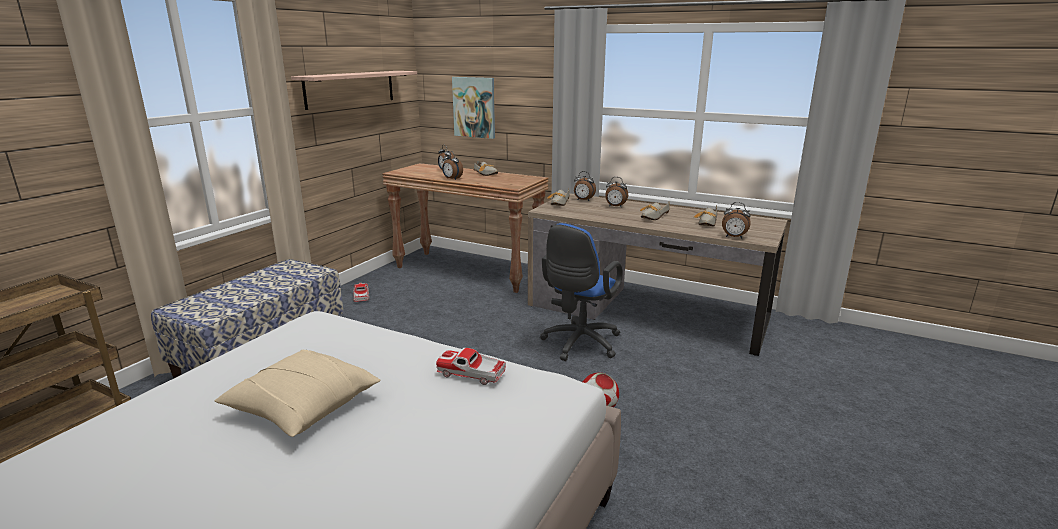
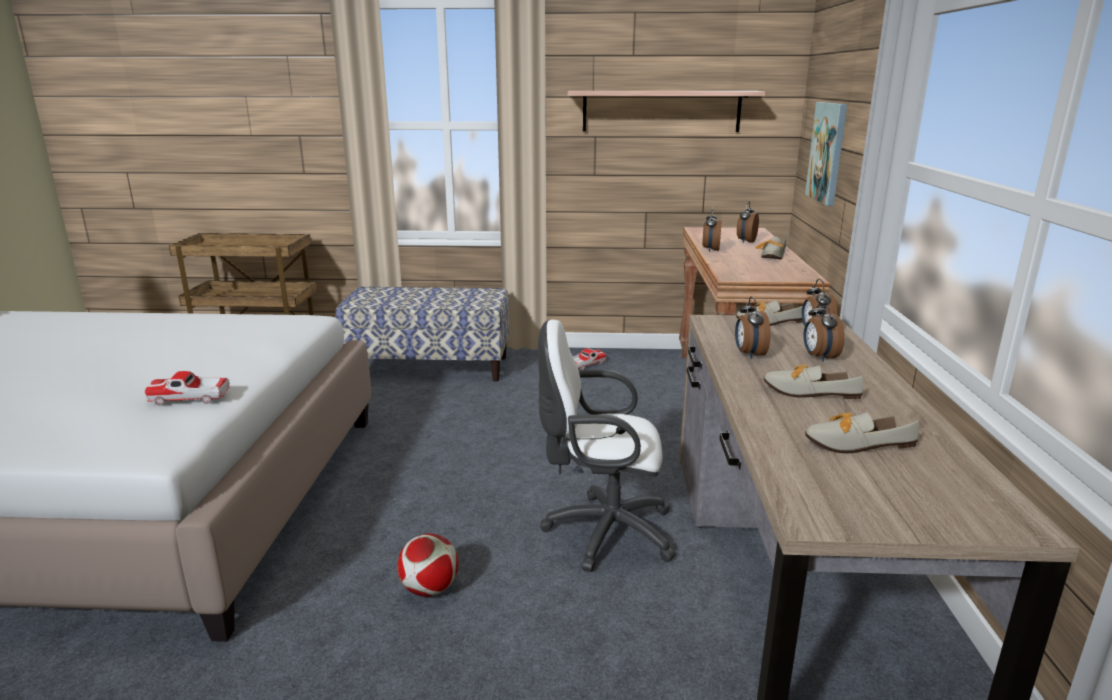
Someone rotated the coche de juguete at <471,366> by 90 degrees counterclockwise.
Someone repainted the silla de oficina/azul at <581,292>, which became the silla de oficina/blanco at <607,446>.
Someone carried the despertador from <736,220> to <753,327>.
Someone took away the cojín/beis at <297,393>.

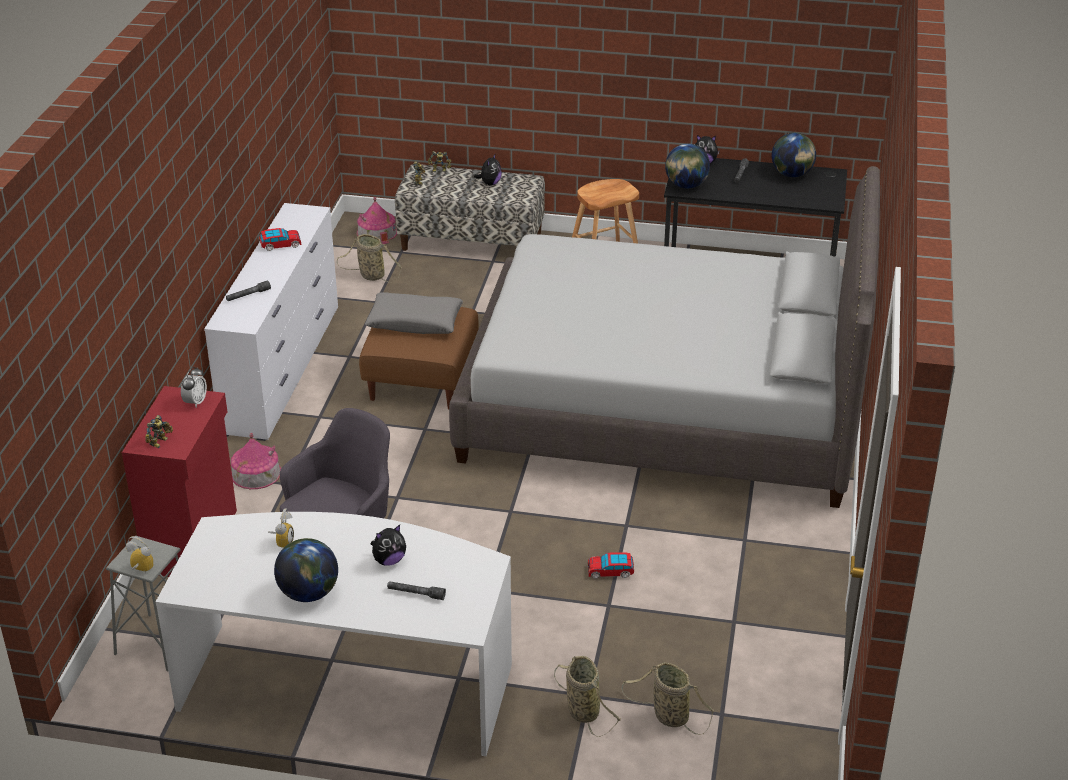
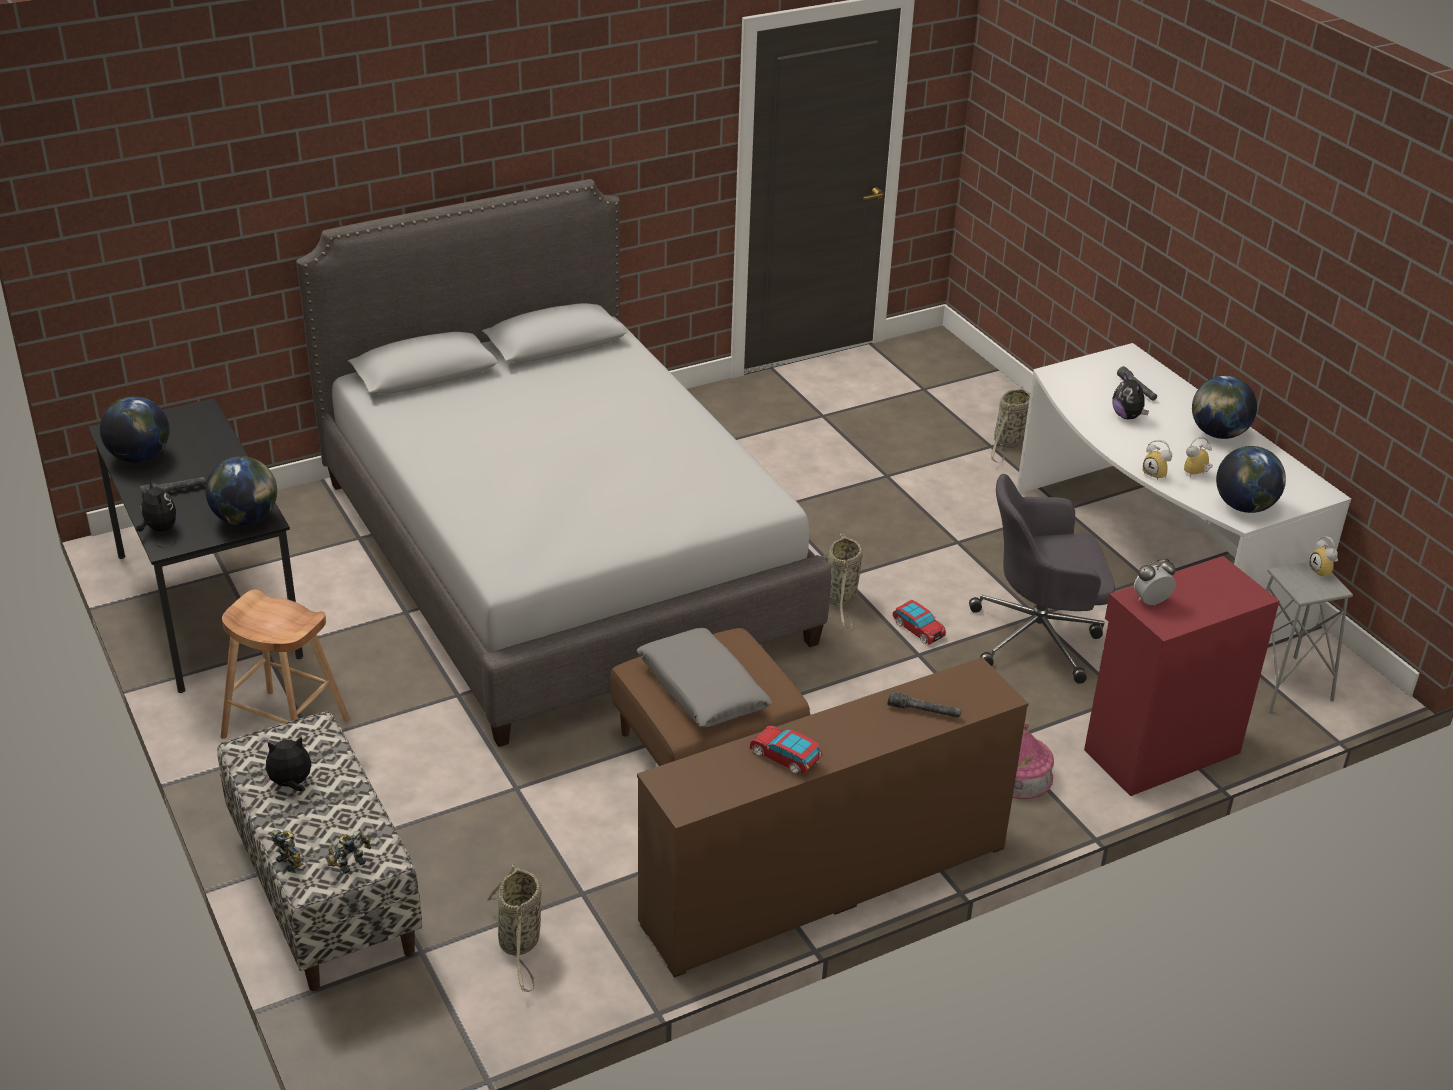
Someone repainted the cómoda/blanco at <271,322>, which became the cómoda/marrón at <833,817>.
Someone carried the cesta from <668,698> to <843,580>.
Someone carried the coche de juguete from <611,565> to <919,622>.
Someone rotated the peluche at <388,545> by 135 degrees counterclockwise.
Someone put down the despertador at <1157,460>.
Someone put down the globo terráqueo at <1251,479>.
Someone took away the robot de juguete at <159,431>.
Someone took away the casita at <377,220>.

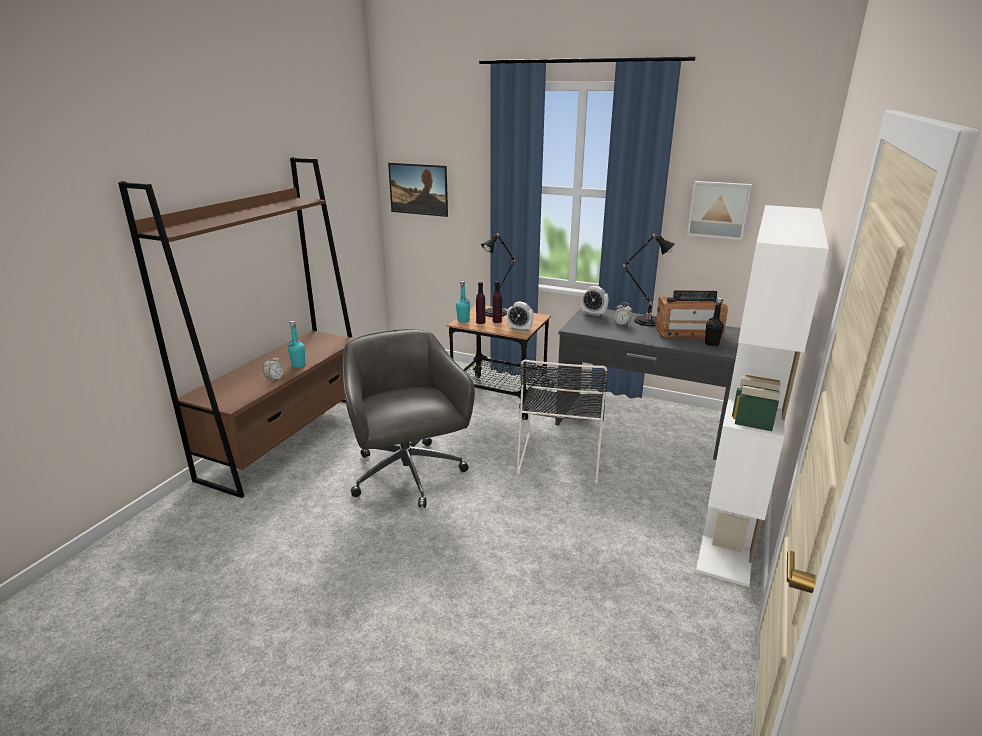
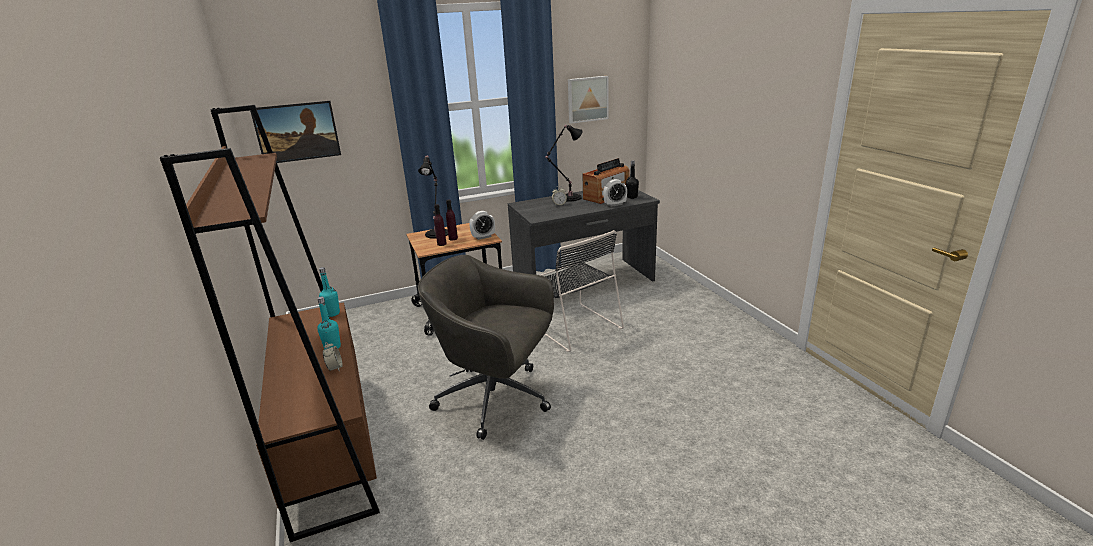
Someone carried the botella/turquesa from <463,302> to <329,292>.
Someone carried the despertador from <594,301> to <615,193>.
Someone took away the estantería/blanco at <762,396>.

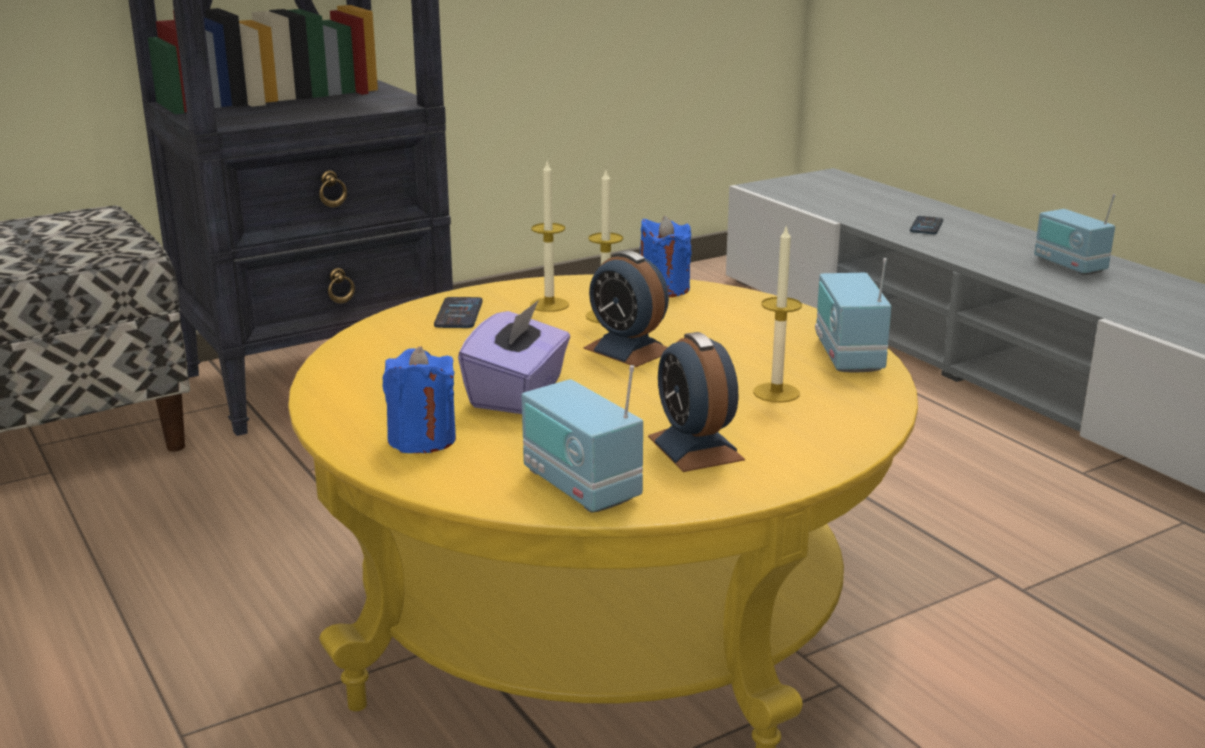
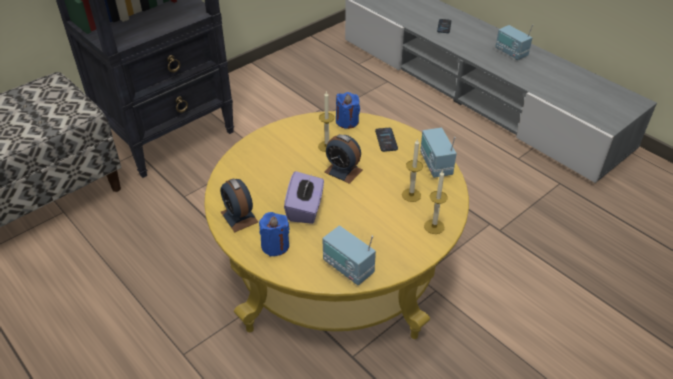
Someone carried the despertador from <696,402> to <239,205>.
Someone carried the móvil from <458,312> to <386,140>.
Someone carried the vela from <549,237> to <436,202>.

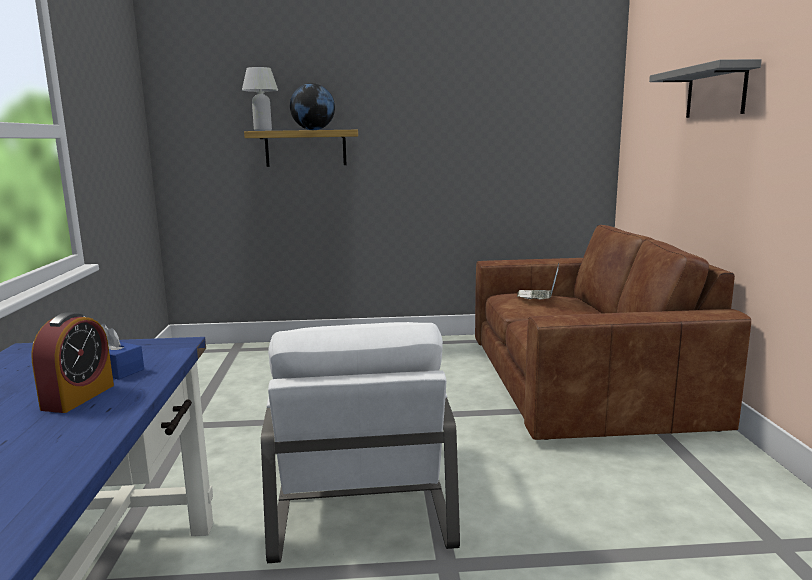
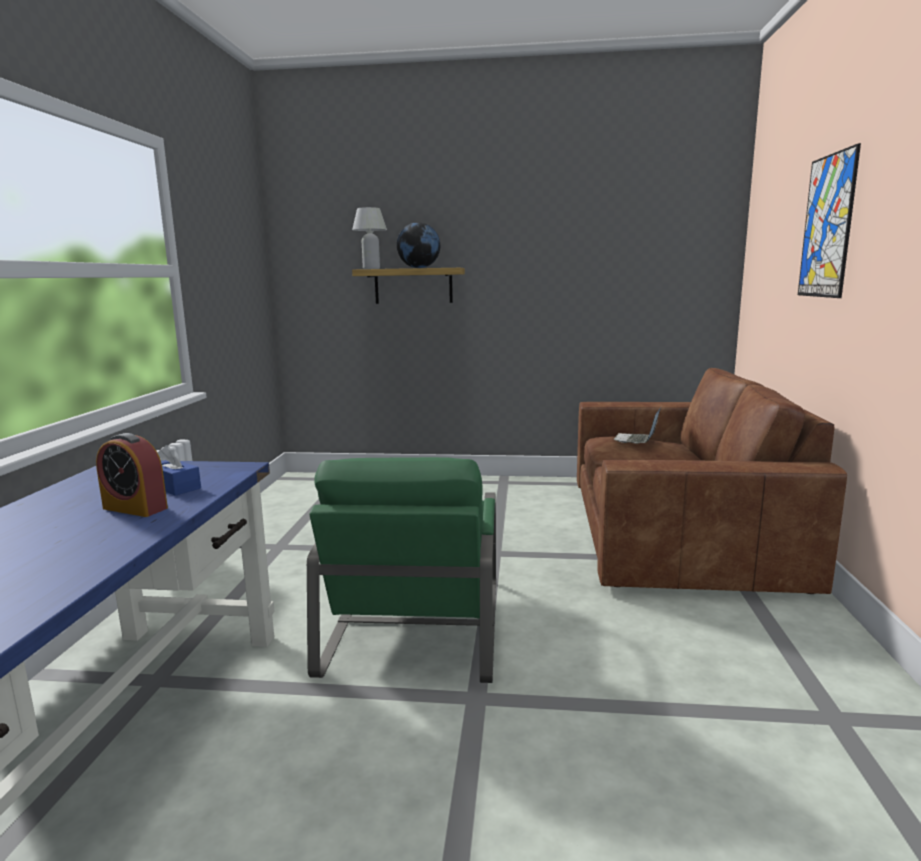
Someone rotated the despertador at <72,362> by 90 degrees clockwise.
Someone repainted the sillón/blanco at <360,442>, which became the sillón/verde at <401,570>.
Someone swapped the estante/gris at <705,88> for the cuadro at <829,220>.

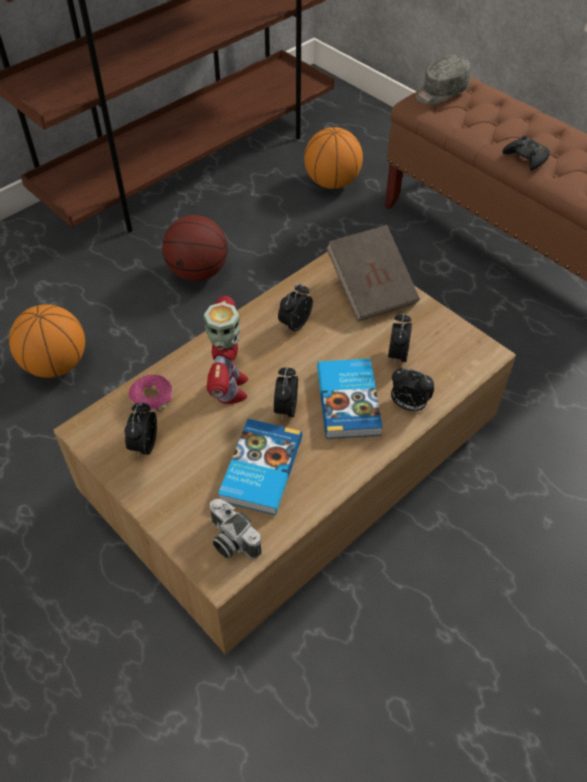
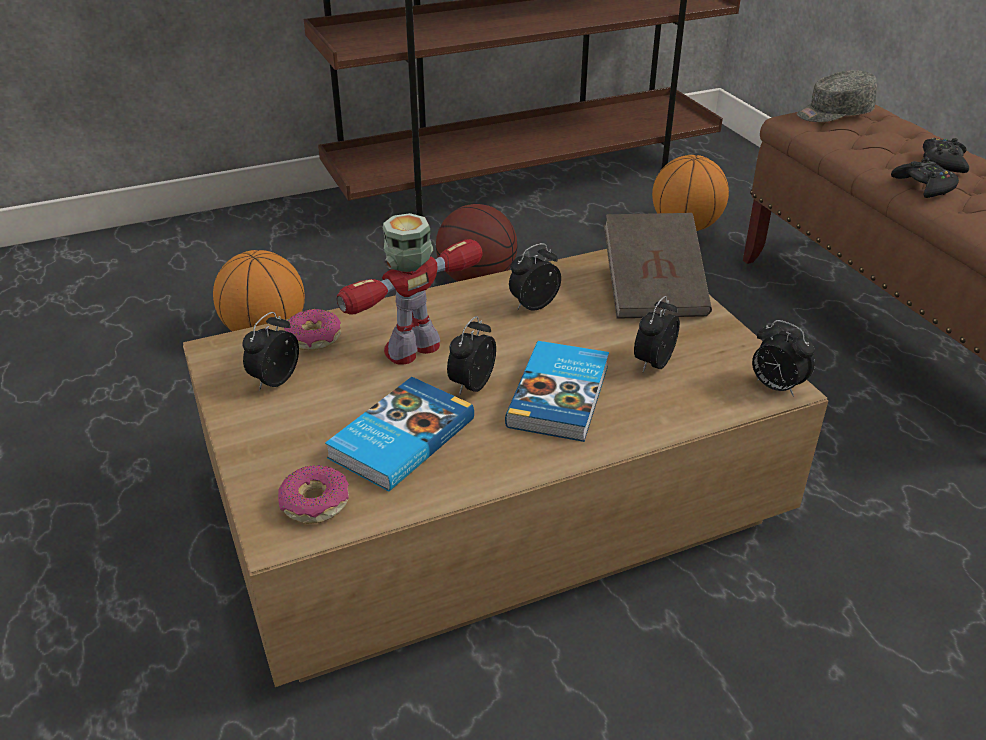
Someone swapped the cámara at <236,529> for the rosquilla at <313,494>.
Someone rotated the robot de juguete at <225,350> by 150 degrees counterclockwise.
Someone carried the despertador from <412,389> to <783,358>.
Someone put down the mando de consola/negro at <946,155>.

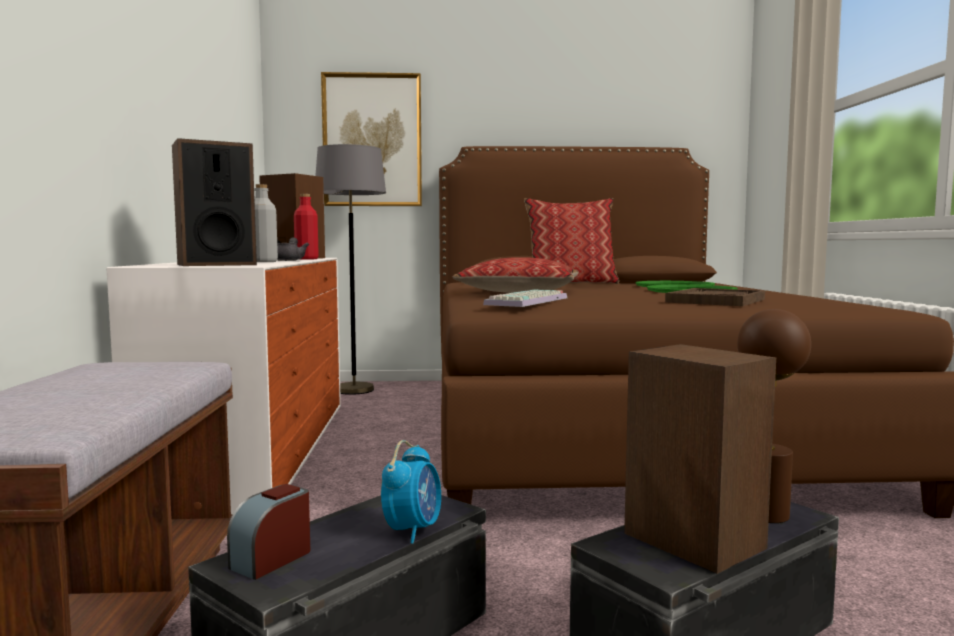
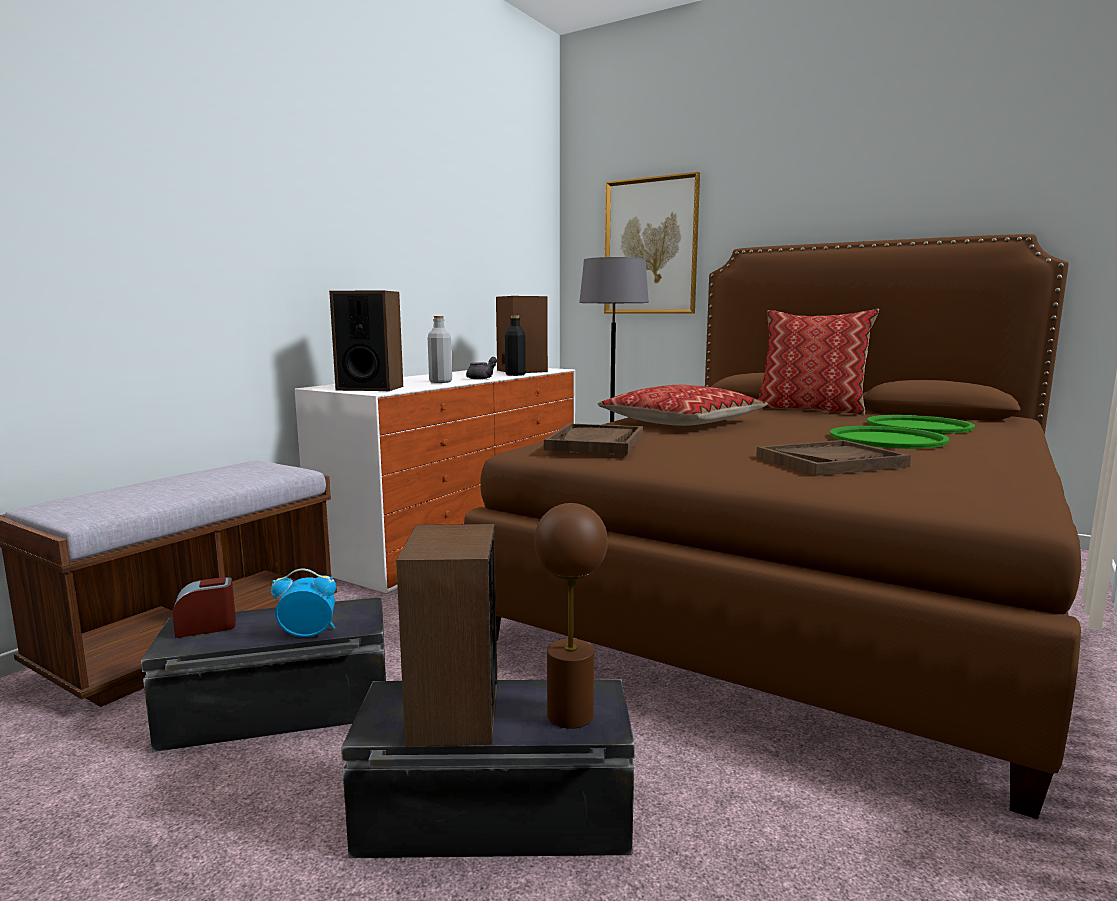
Someone rotated the despertador at <411,492> by 150 degrees counterclockwise.
Someone repainted the botella/rojo at <306,227>, which became the botella/negro at <515,346>.
Someone swapped the teclado at <525,298> for the bandeja/marrón at <593,438>.

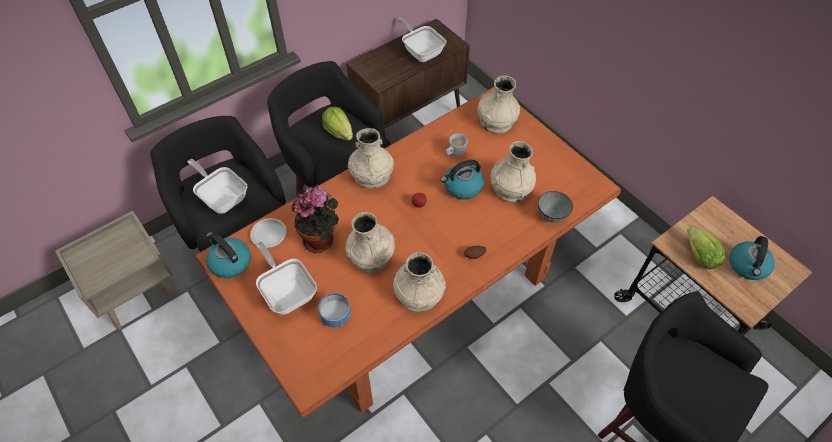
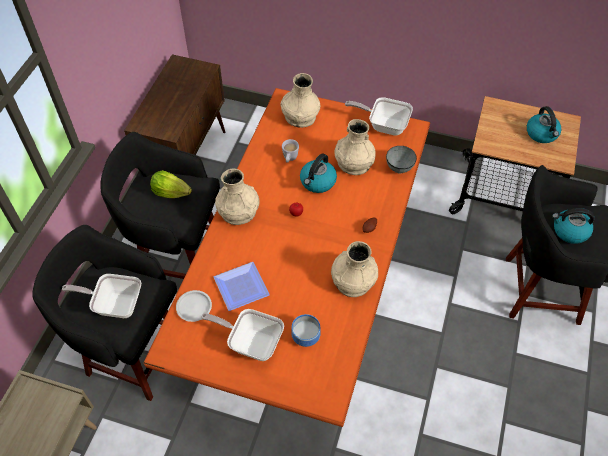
Someone swapped the planta en maceta at <315,219> for the plato at <242,286>.
Someone carried the sartén from <422,39> to <379,116>.
Someone carried the hervidor from <228,255> to <573,226>.
Someone took away the florero/beis at <370,242>.
Someone took away the lechuga at <706,247>.

